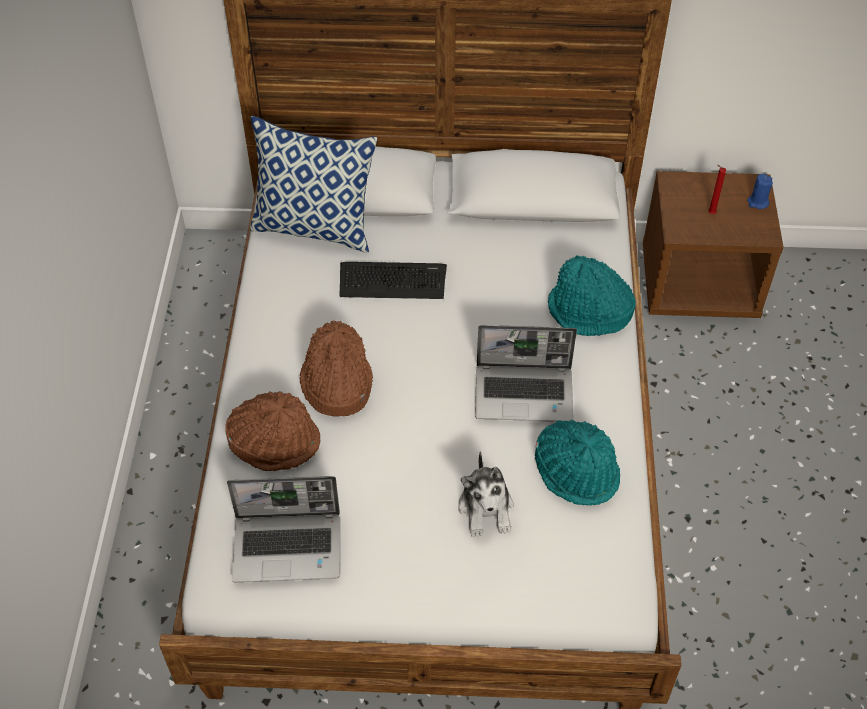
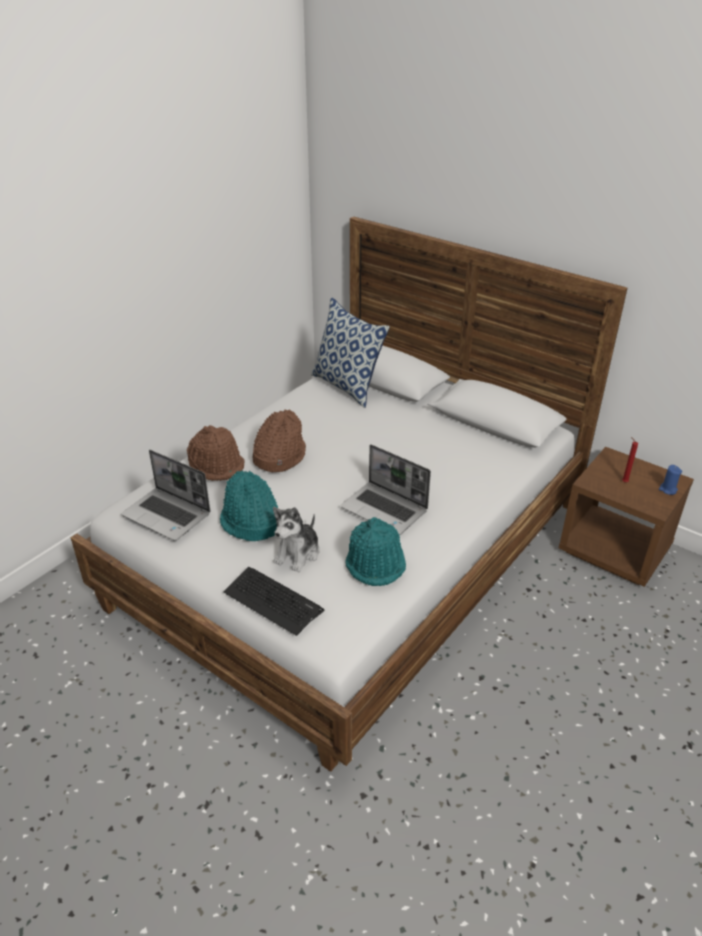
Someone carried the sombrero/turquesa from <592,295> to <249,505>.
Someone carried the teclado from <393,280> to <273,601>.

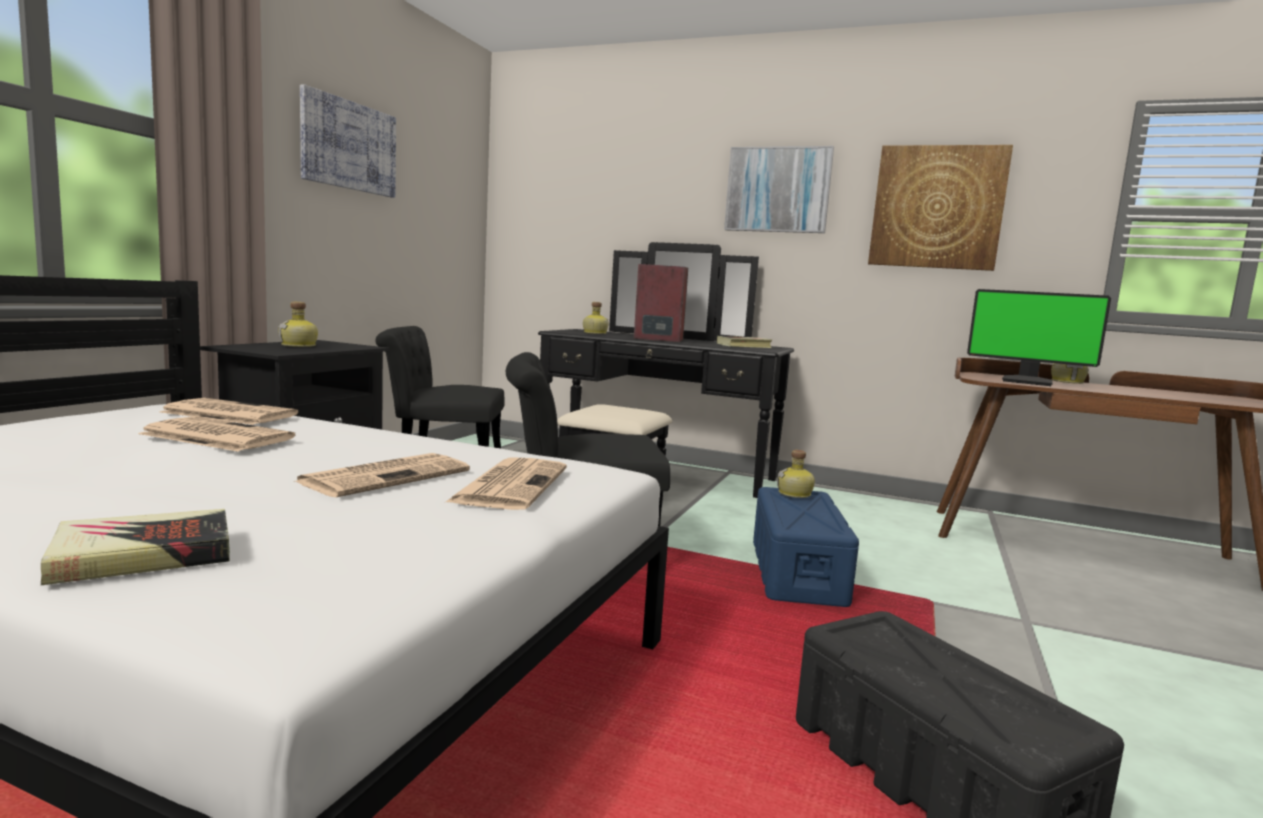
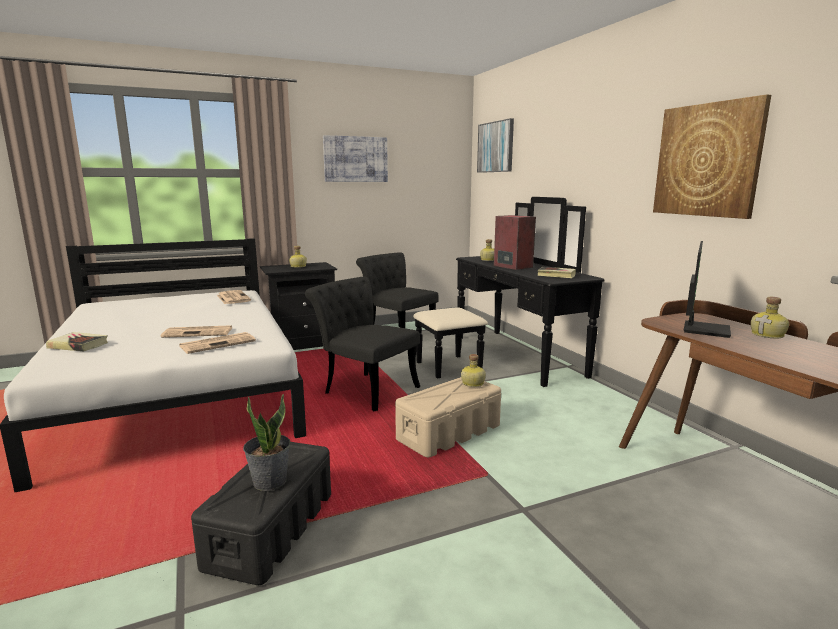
Someone put down the planta en maceta at <266,442>.
Someone repainted the caja de almacenaje/azul at <806,547>, which became the caja de almacenaje/beis at <448,417>.
Someone carried the cuadro from <779,189> to <495,145>.
Someone rotated the monitor at <1039,337> by 135 degrees counterclockwise.
Someone took away the periódico at <216,434>.

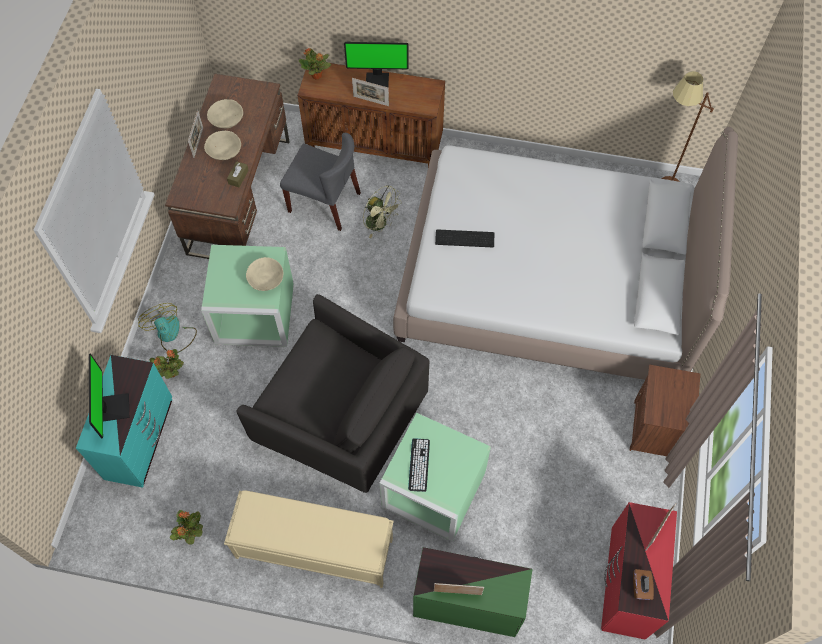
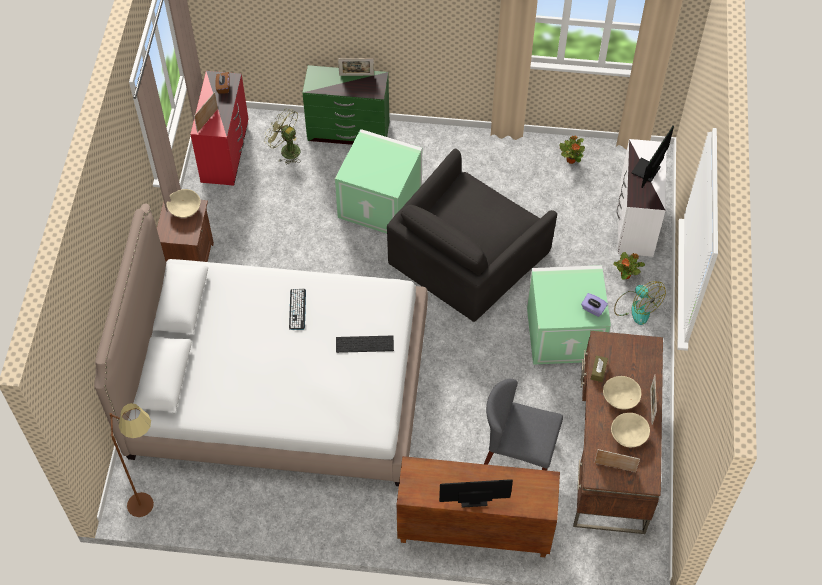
Someone carried the cuenco/beis from <265,274> to <184,203>.
Someone carried the ventilador/verde from <382,211> to <282,136>.
Someone carried the teclado from <419,465> to <297,309>.
Someone rotated the sillón/negro at <332,393> by 75 degrees counterclockwise.
Someone put down the caja de pañuelos/morado at <594,305>.
Someone carried the portarretratos from <370,92> to <617,460>.
Someone repainted the cómoda/turquesa at <124,421>, which became the cómoda/blanco at <641,198>.
Someone rotated the monitor at <109,396> by 45 degrees clockwise.
Someone took away the banco/beis at <309,539>.
Someone took away the planta en maceta at <315,64>.

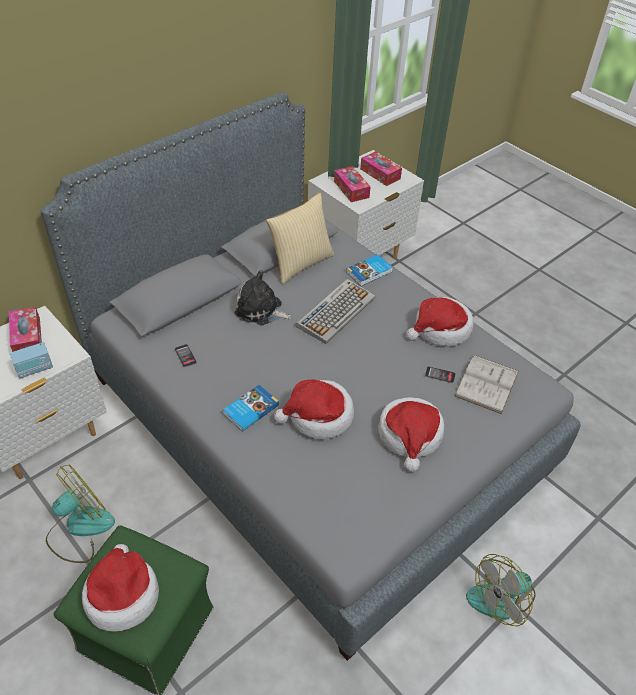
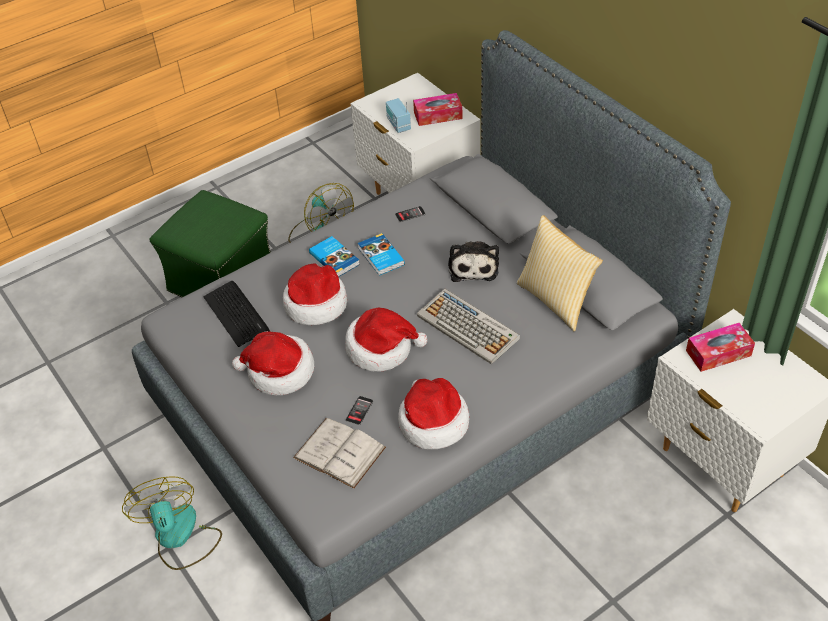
Someone put down the teclado at <236,314>.
Someone carried the sombrero from <120,588> to <386,340>.
Someone carried the libro from <369,270> to <381,254>.
Someone rotated the peluche at <263,298> by 150 degrees clockwise.
Someone took away the caja de pañuelos at <381,168>.

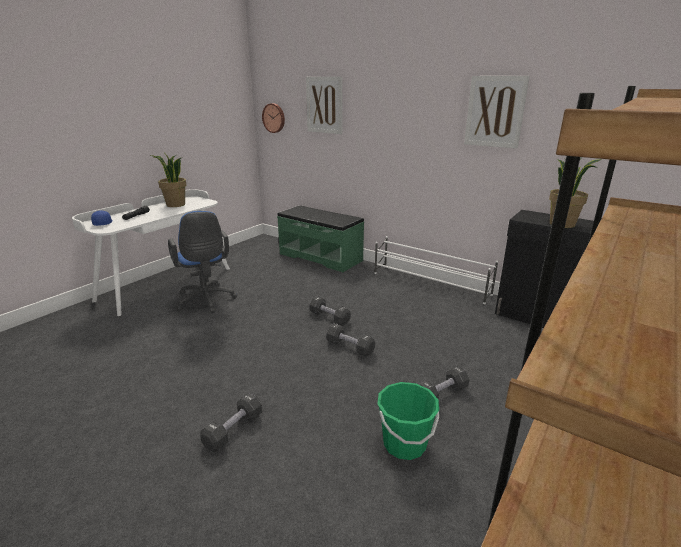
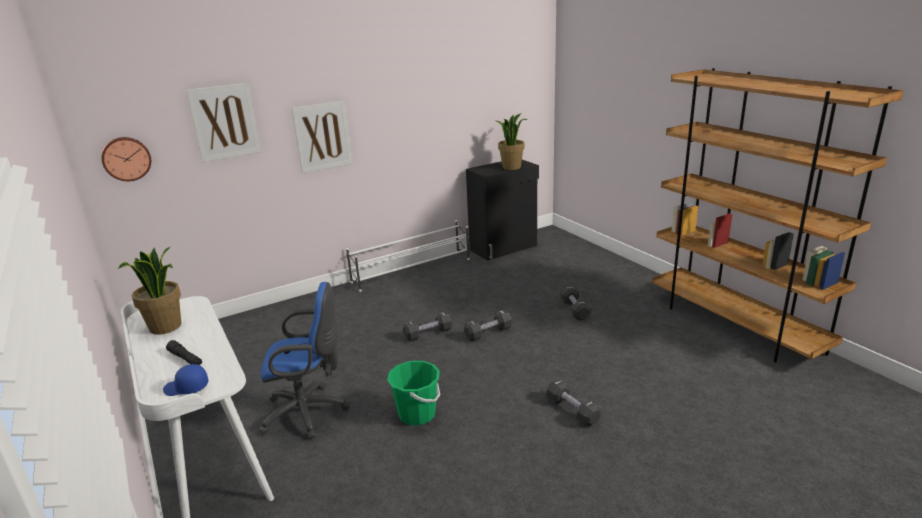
Someone carried the cuadro from <497,112> to <321,137>.
Someone carried the cubo/verde from <408,421> to <413,393>.
Someone took away the banco/verde at <320,238>.

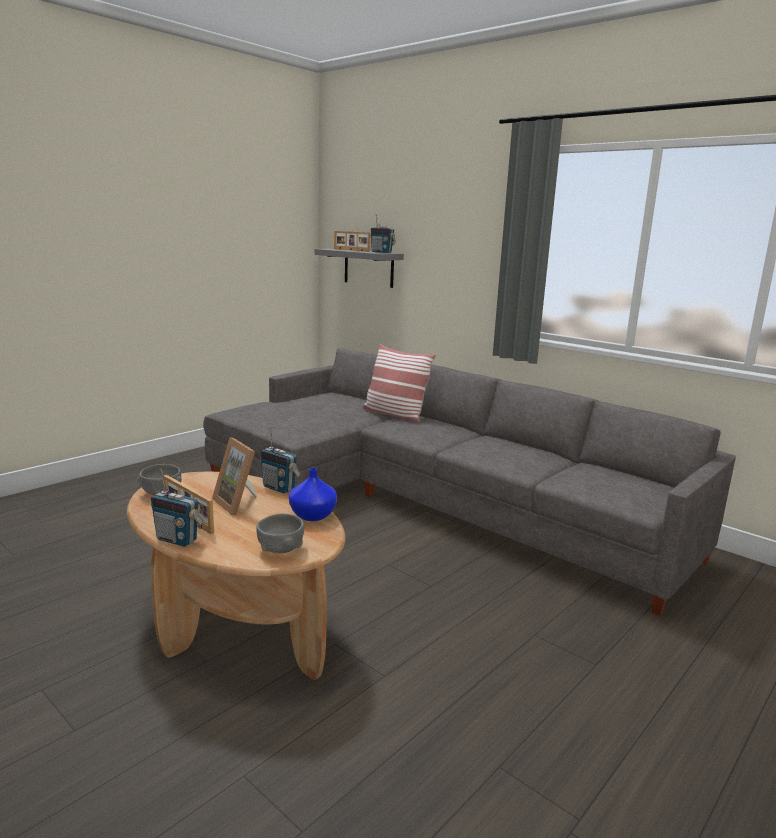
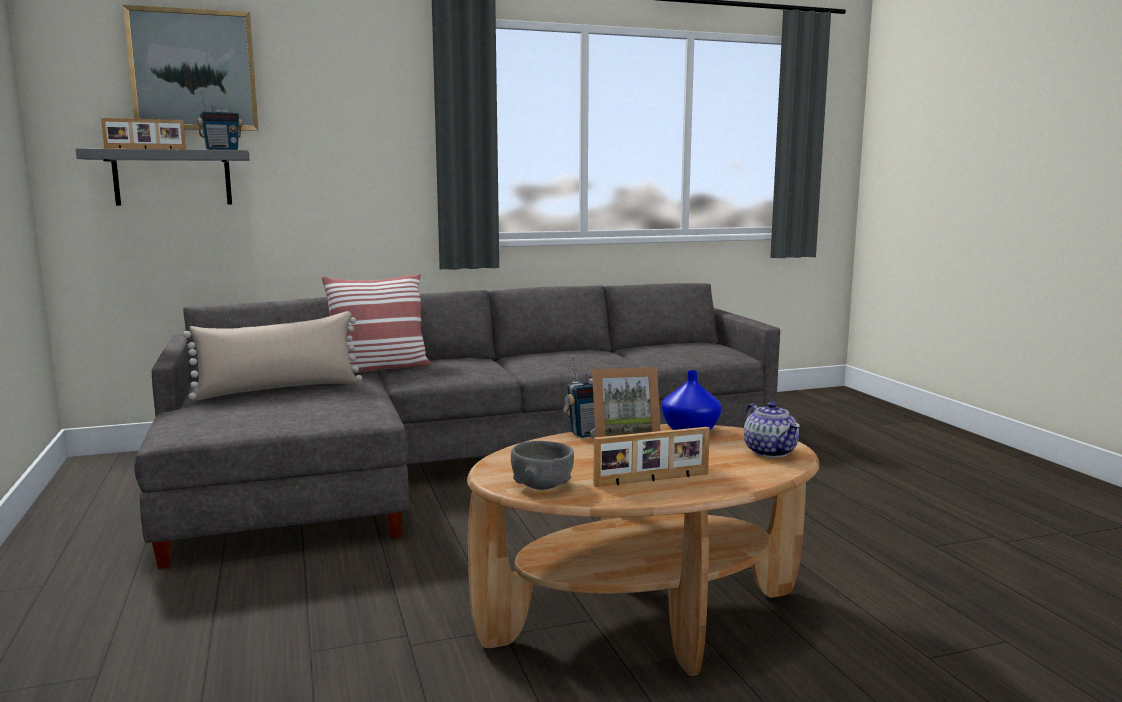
Someone put up the cuadro at <191,68>.
Someone put down the cojín/beis at <272,355>.
Someone swapped the cuenco/gris at <280,533> for the tetera at <772,430>.
Someone took away the radio at <177,508>.

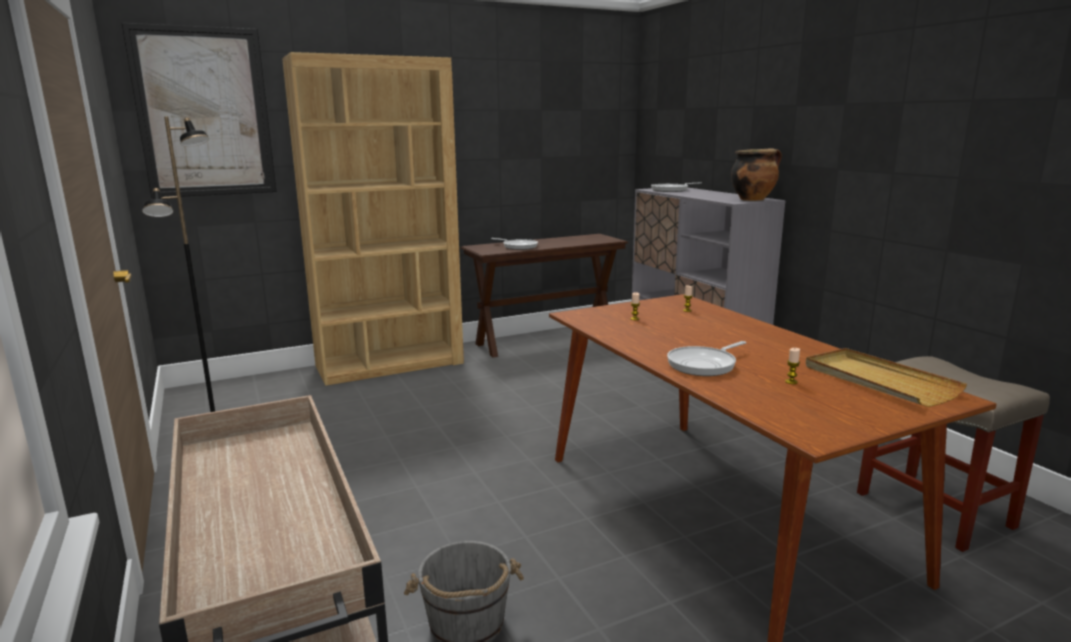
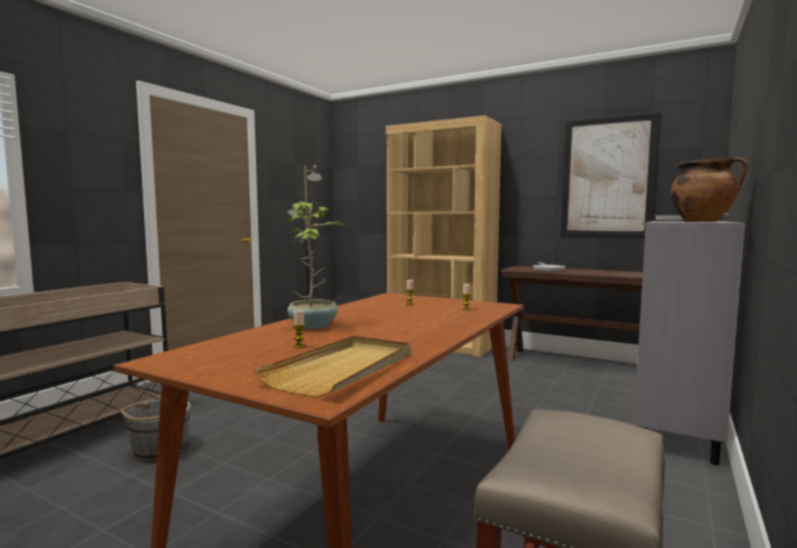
Someone swapped the sartén at <707,358> for the planta en maceta at <316,265>.
Someone carried the cuadro from <199,110> to <611,175>.

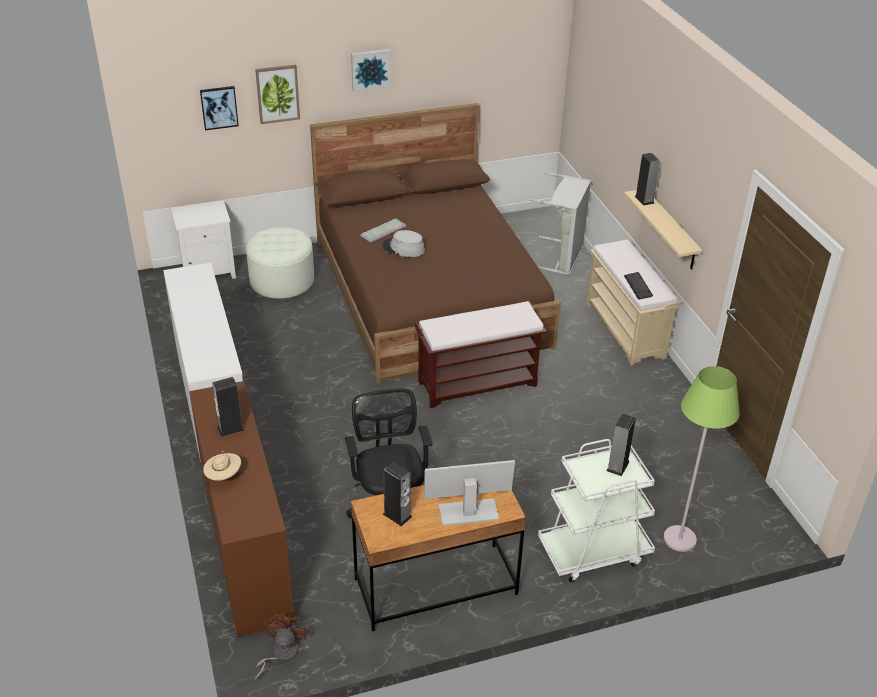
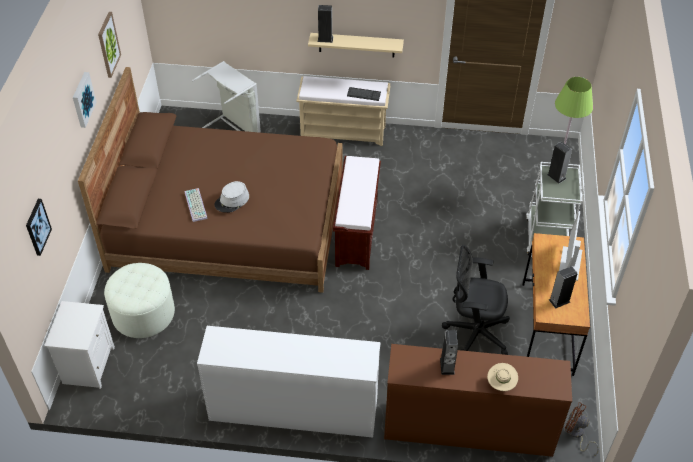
Someone carried the cuadro from <277,94> to <109,45>.

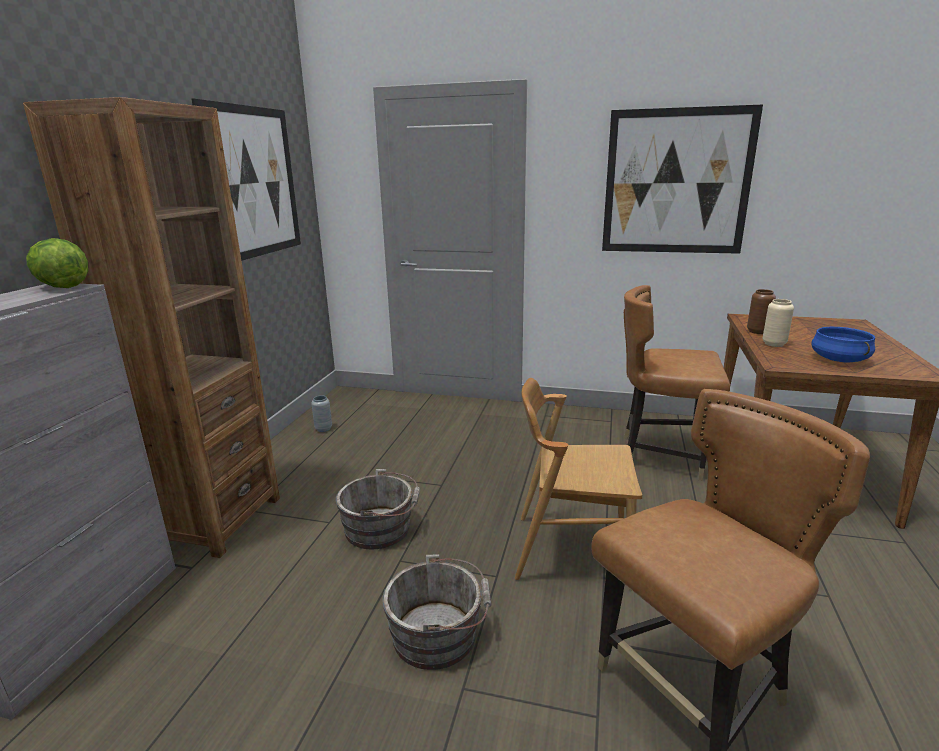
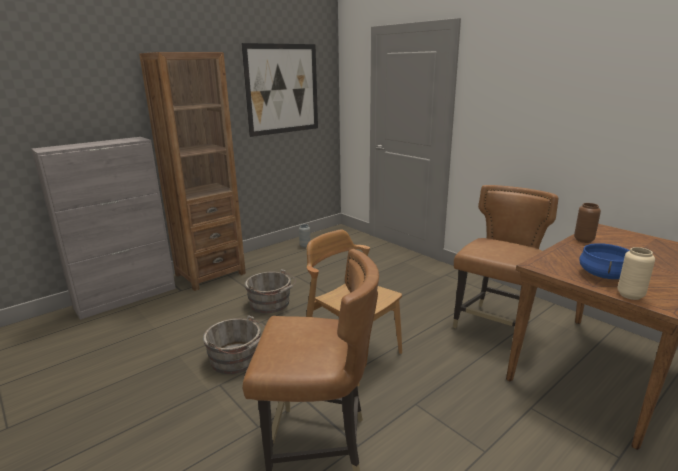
Someone rotated the silla/marrón at <677,383> by 75 degrees clockwise.
Someone carried the florero/beis from <778,323> to <636,273>.
Someone took away the lechuga at <57,263>.
Someone took away the cuadro at <682,179>.

